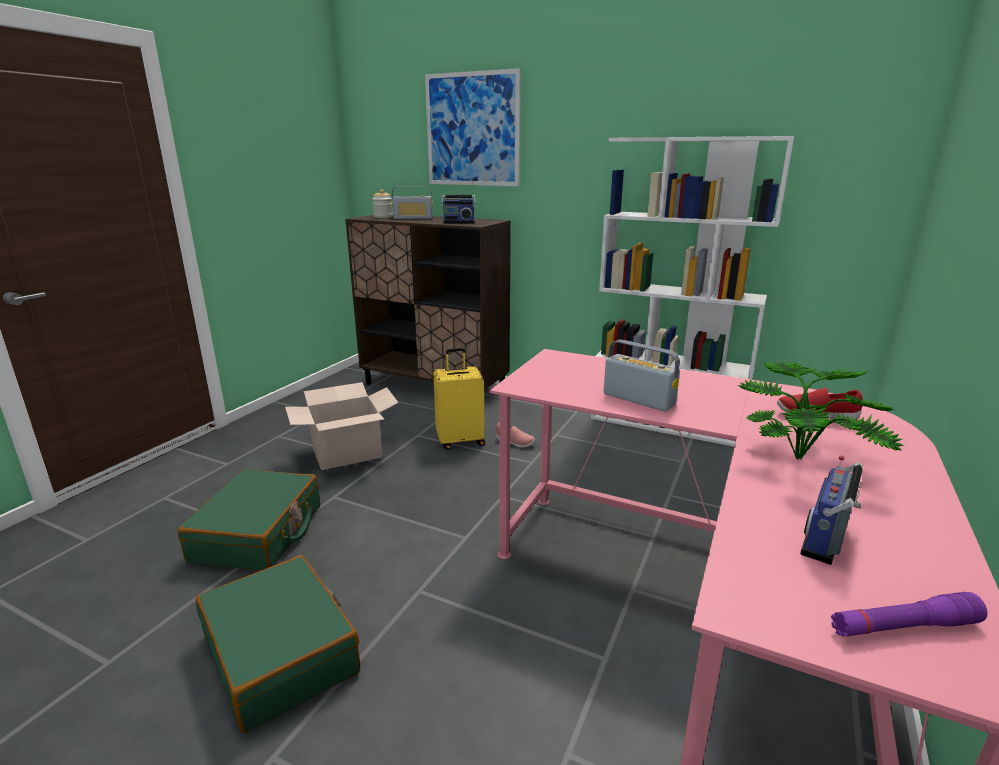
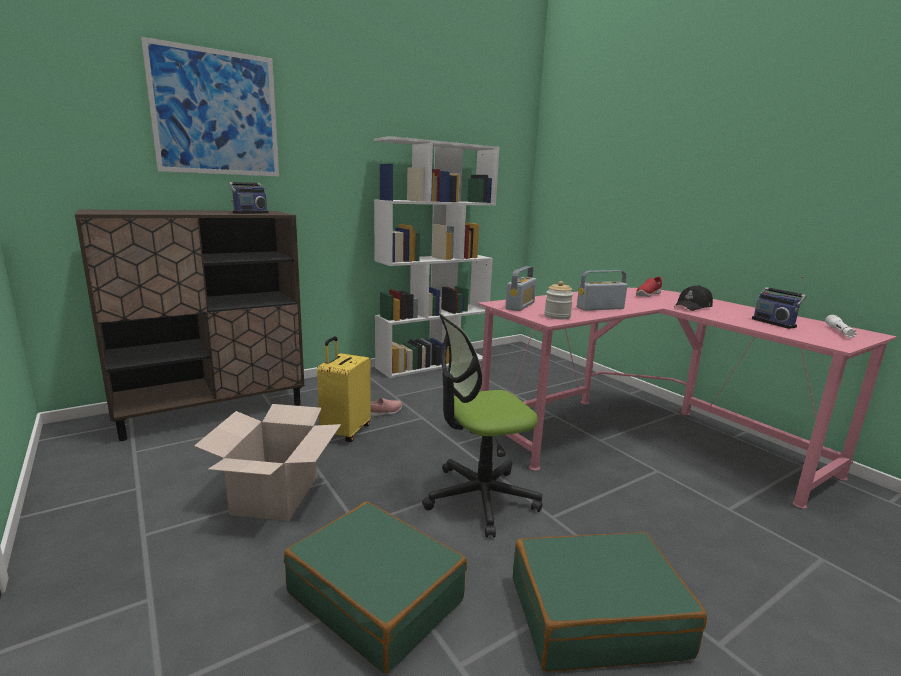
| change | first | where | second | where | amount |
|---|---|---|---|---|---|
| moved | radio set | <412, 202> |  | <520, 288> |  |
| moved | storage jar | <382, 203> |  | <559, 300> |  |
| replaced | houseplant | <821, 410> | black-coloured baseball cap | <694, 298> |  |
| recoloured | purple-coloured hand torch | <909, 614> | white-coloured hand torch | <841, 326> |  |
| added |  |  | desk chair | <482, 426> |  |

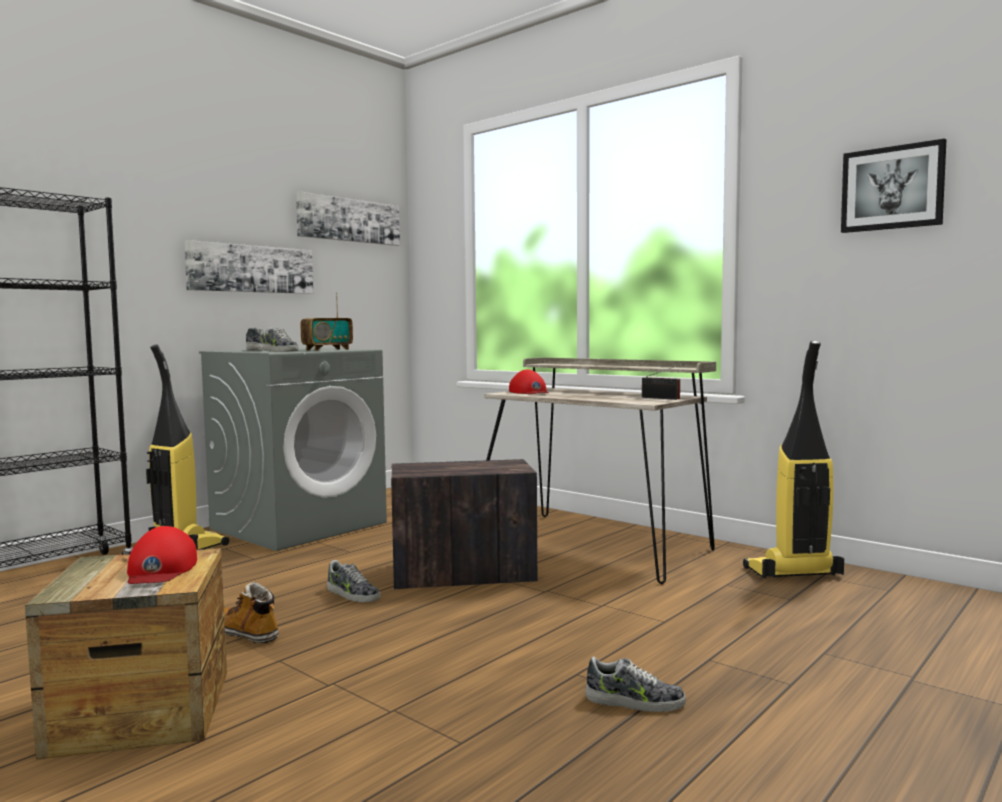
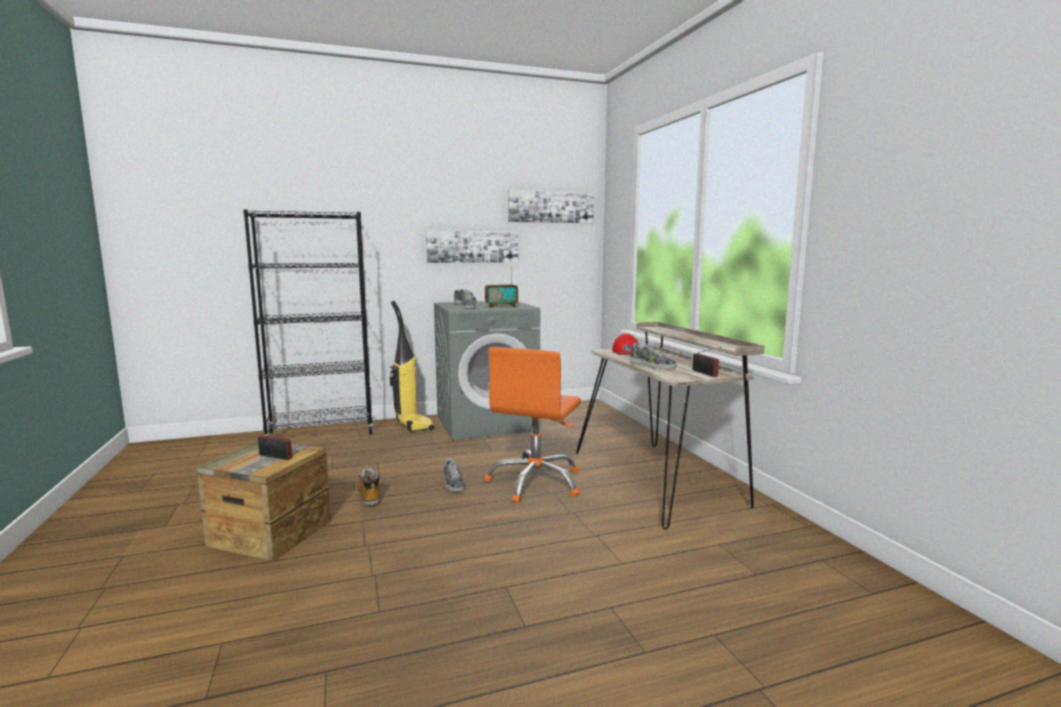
| change | first | where | second | where | amount |
|---|---|---|---|---|---|
| removed | wall art | <893, 186> |  |  |  |
| removed | vacuum | <793, 459> |  |  |  |
| replaced | crate | <464, 524> | orangey desk chair | <532, 425> |  |
| replaced | red-coloured baseball cap | <162, 555> | radio set | <275, 443> |  |
| moved | shoe | <635, 684> |  | <653, 356> |  |

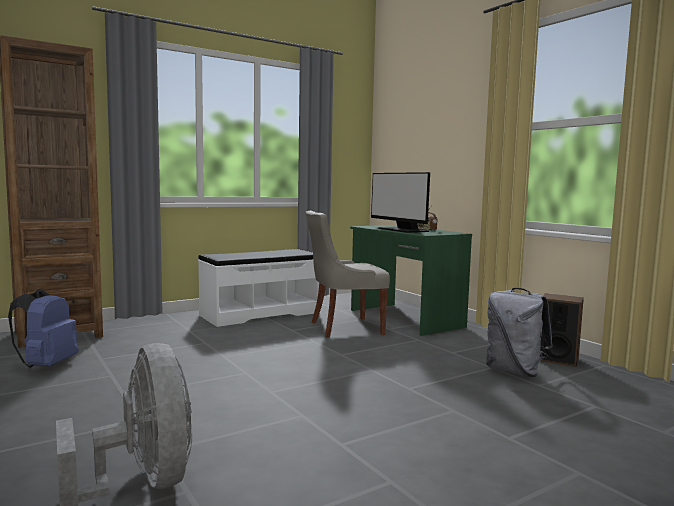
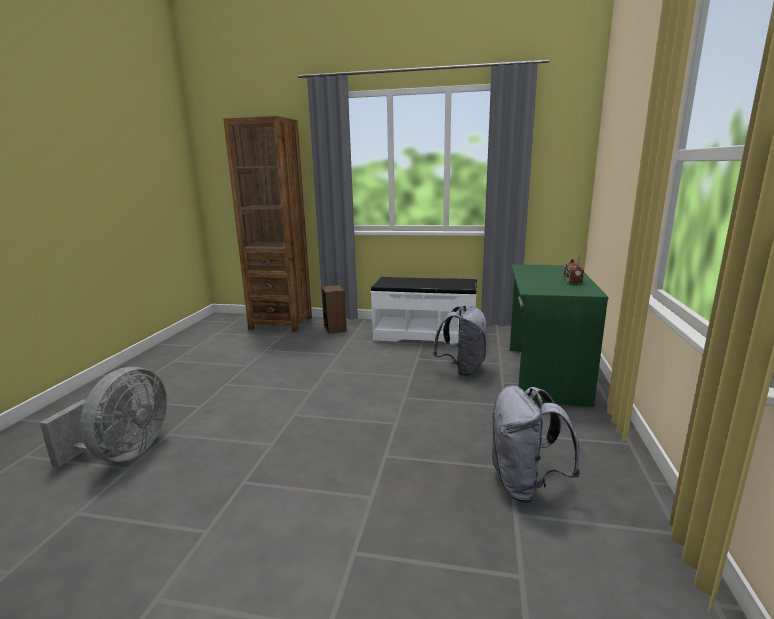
| change | first | where | second | where | amount |
|---|---|---|---|---|---|
| removed | computer display | <400, 202> |  |  |  |
| replaced | gray chair | <348, 274> | gray knapsack | <460, 341> |  |
| removed | blue-coloured knapsack | <43, 328> |  |  |  |
| moved | audio speaker | <562, 330> |  | <334, 309> |  |

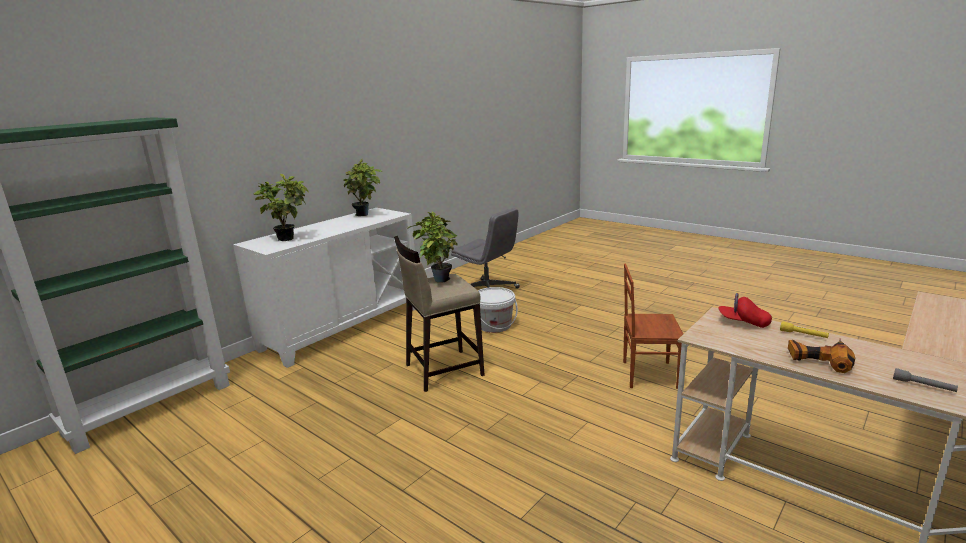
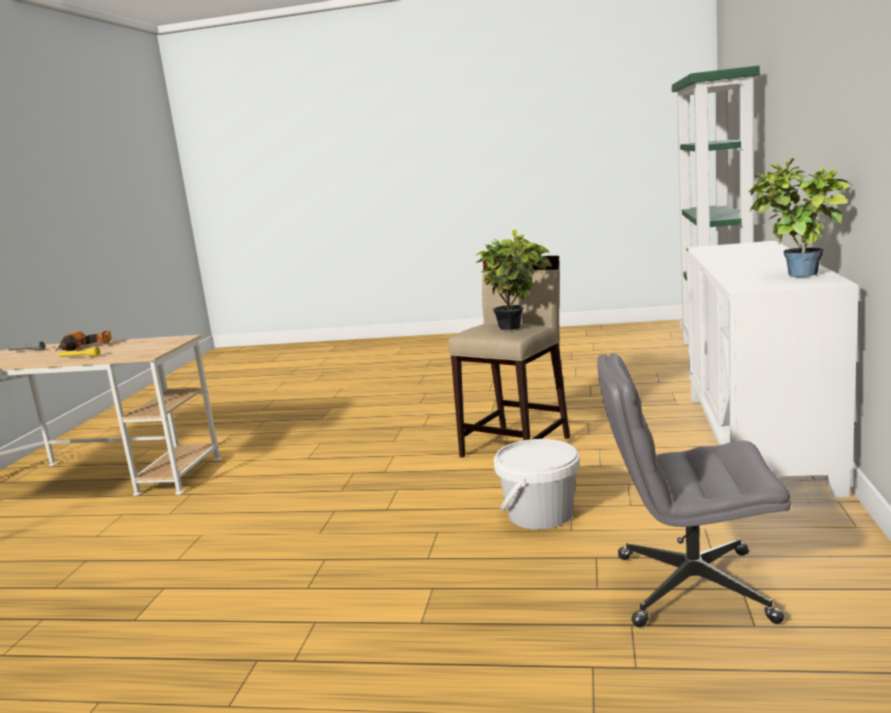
| change | first | where | second | where | amount |
|---|---|---|---|---|---|
| removed | houseplant | <281, 207> |  |  |  |
| removed | brown-coloured chair | <653, 326> |  |  |  |
| removed | red-coloured baseball cap | <745, 310> |  |  |  |

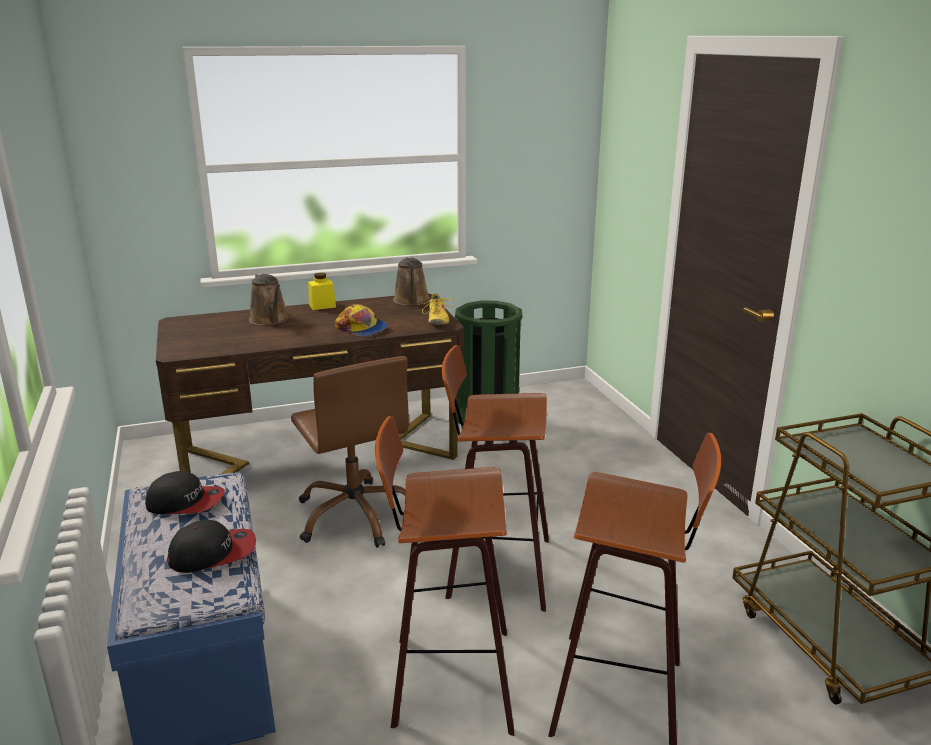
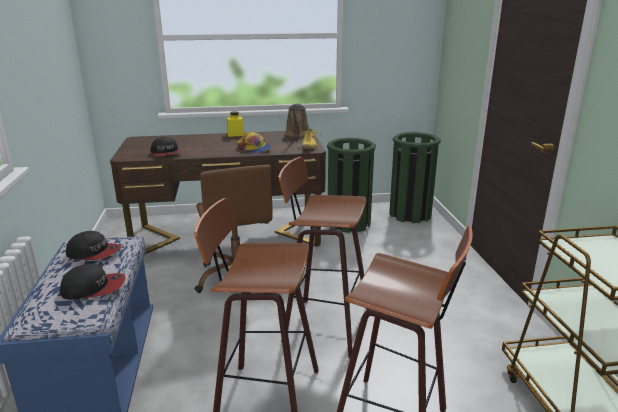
| change | first | where | second | where | amount |
|---|---|---|---|---|---|
| removed | brown-coloured watering pot | <269, 299> |  |  |  |
| added |  |  | green-coloured waste bin | <415, 177> |  |
| added |  |  | baseball cap | <165, 146> |  |

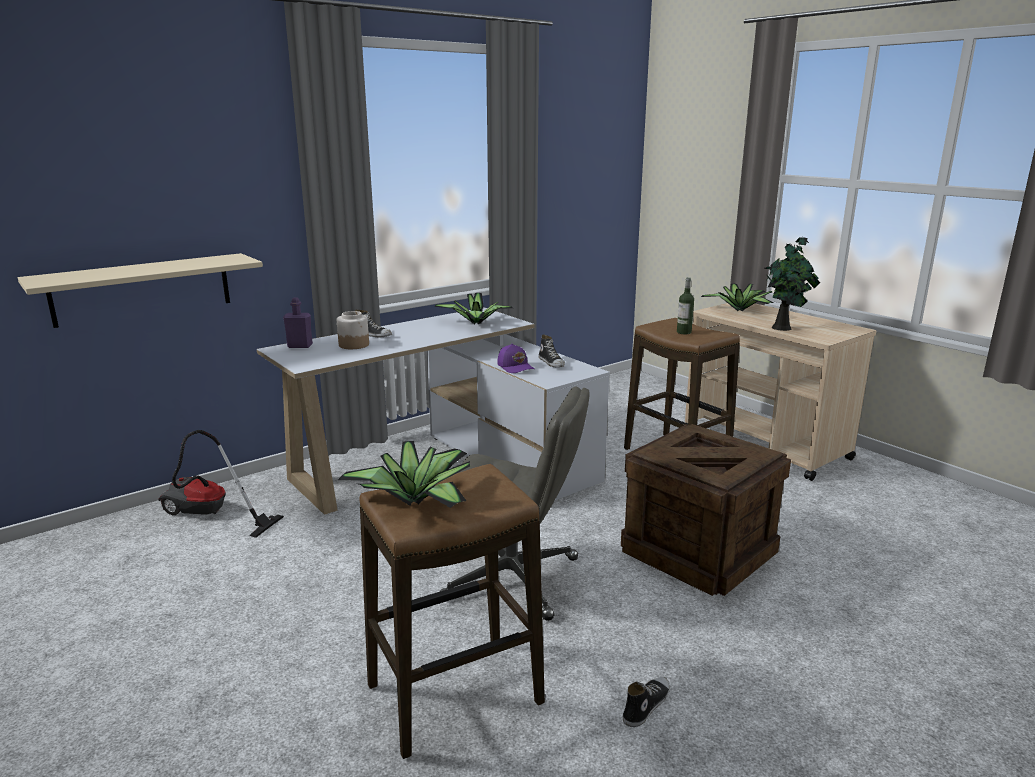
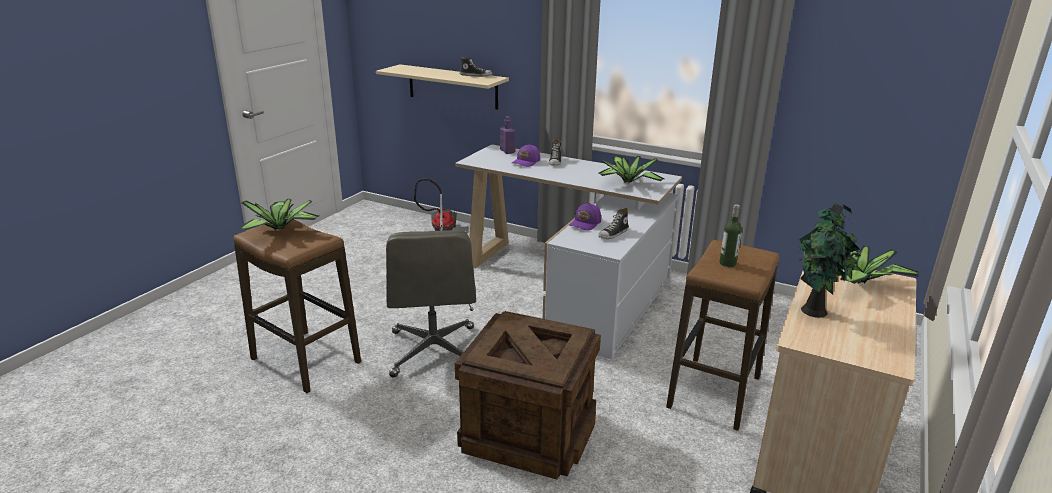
| change | first | where | second | where | amount |
|---|---|---|---|---|---|
| replaced | storage jar | <353, 330> | purple-coloured baseball cap | <526, 155> |  |
| moved | shoe | <646, 702> |  | <476, 67> |  |

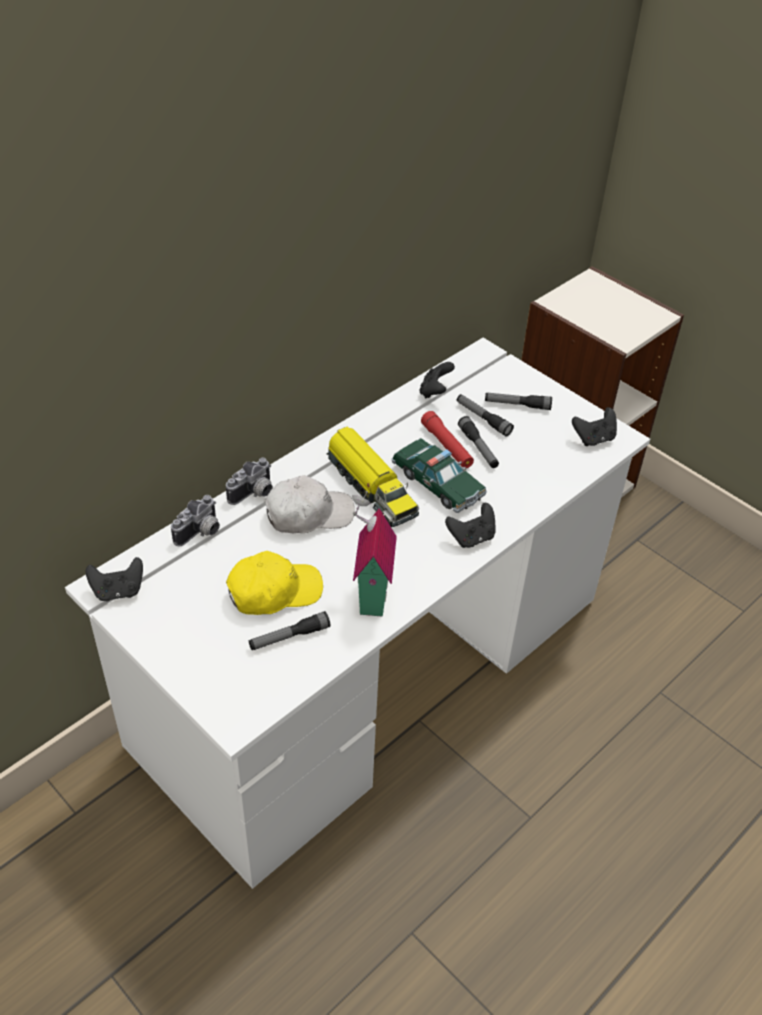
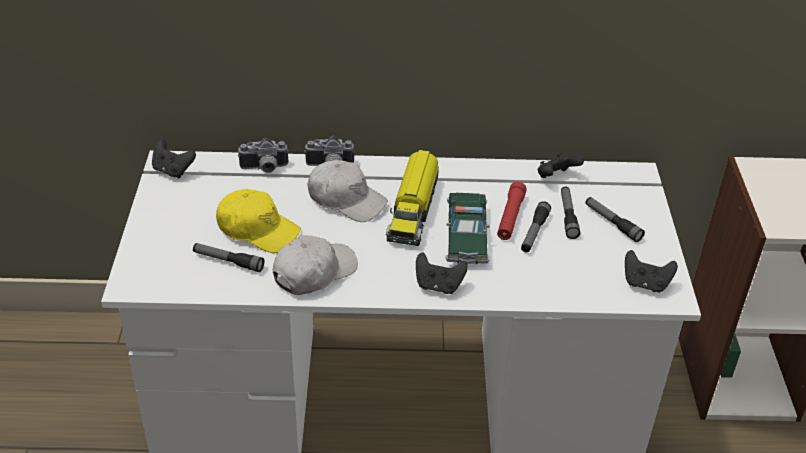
| change | first | where | second | where | amount |
|---|---|---|---|---|---|
| replaced | miniature house | <374, 554> | white-coloured baseball cap | <315, 265> |  |

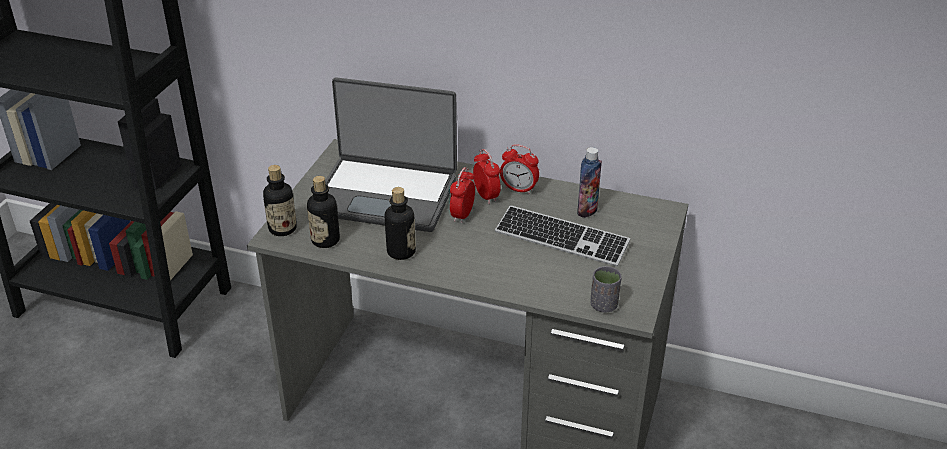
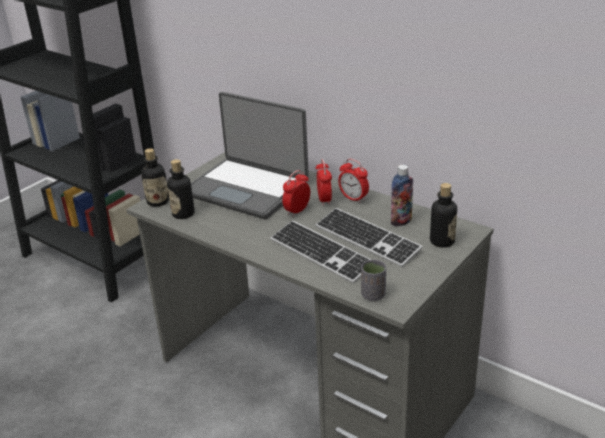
| change | first | where | second | where | amount |
|---|---|---|---|---|---|
| moved | drink bottle | <400, 223> |  | <443, 215> |  |
| added |  |  | PC keyboard | <321, 251> |  |

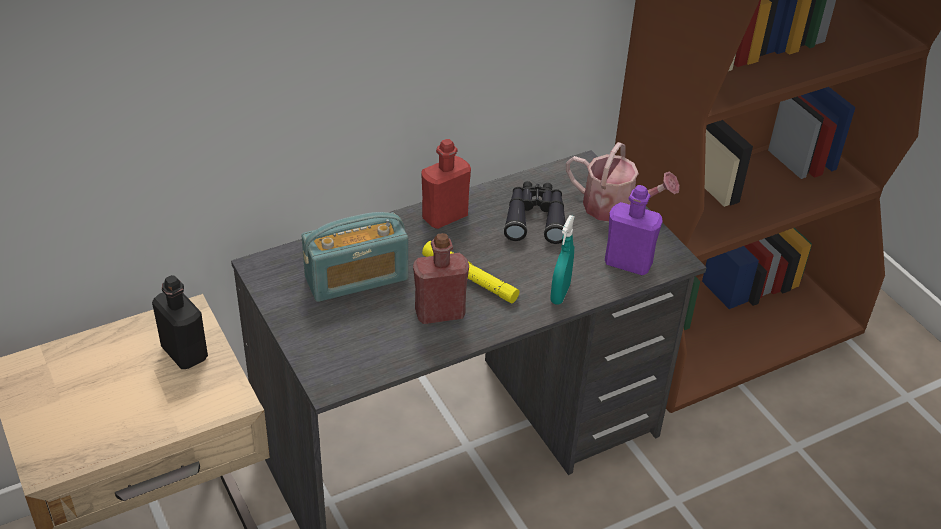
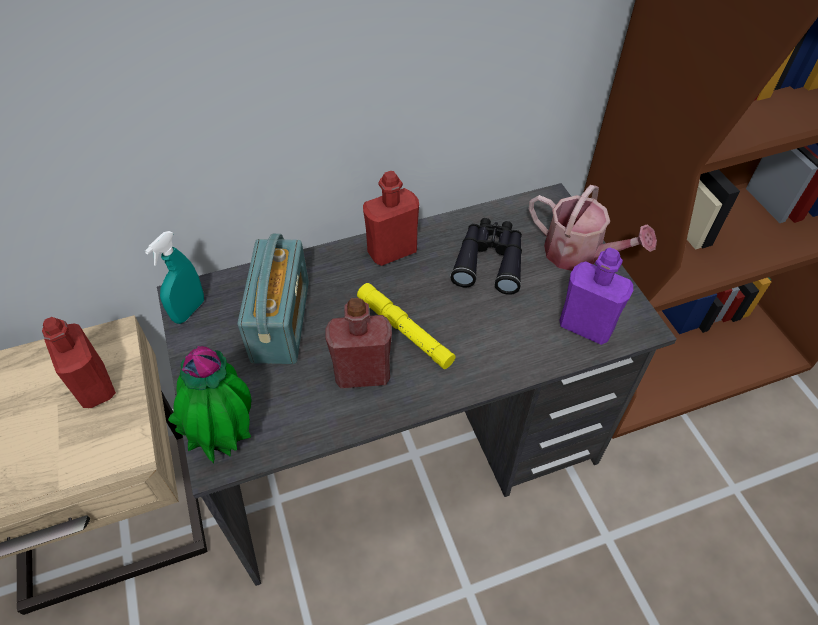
| change | first | where | second | where | amount |
|---|---|---|---|---|---|
| turned | radio set | <354, 257> |  | <273, 299> | 75 degrees counterclockwise |
| moved | turquoise spray bottle | <562, 260> |  | <174, 277> |  |
| recoloured | black-coloured drink bottle | <180, 322> | red-coloured drink bottle | <79, 362> |  |
| added |  |  | houseplant | <209, 405> |  |

